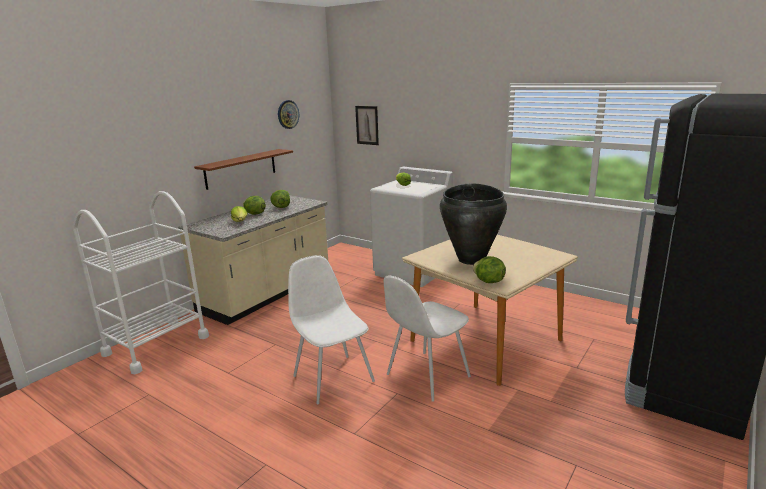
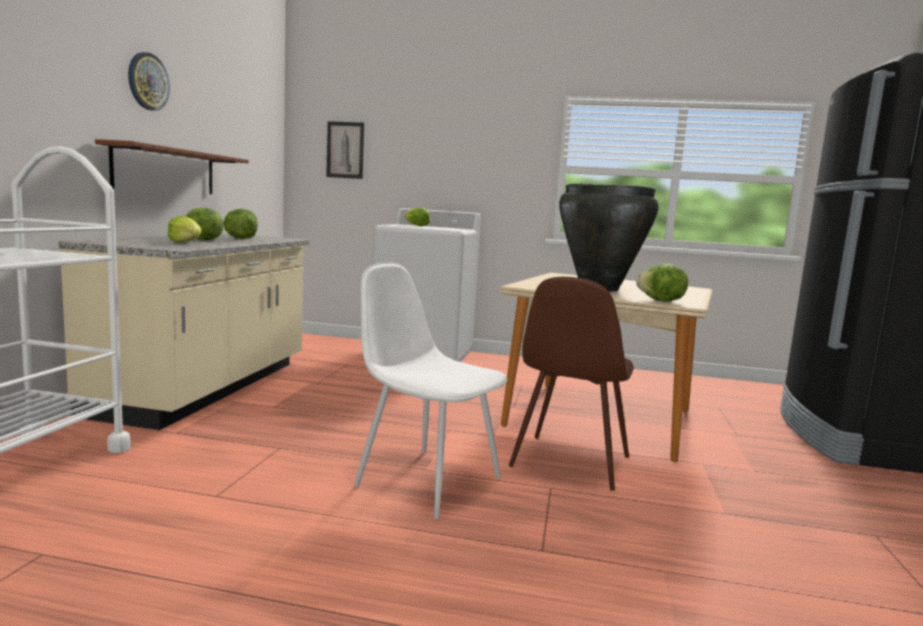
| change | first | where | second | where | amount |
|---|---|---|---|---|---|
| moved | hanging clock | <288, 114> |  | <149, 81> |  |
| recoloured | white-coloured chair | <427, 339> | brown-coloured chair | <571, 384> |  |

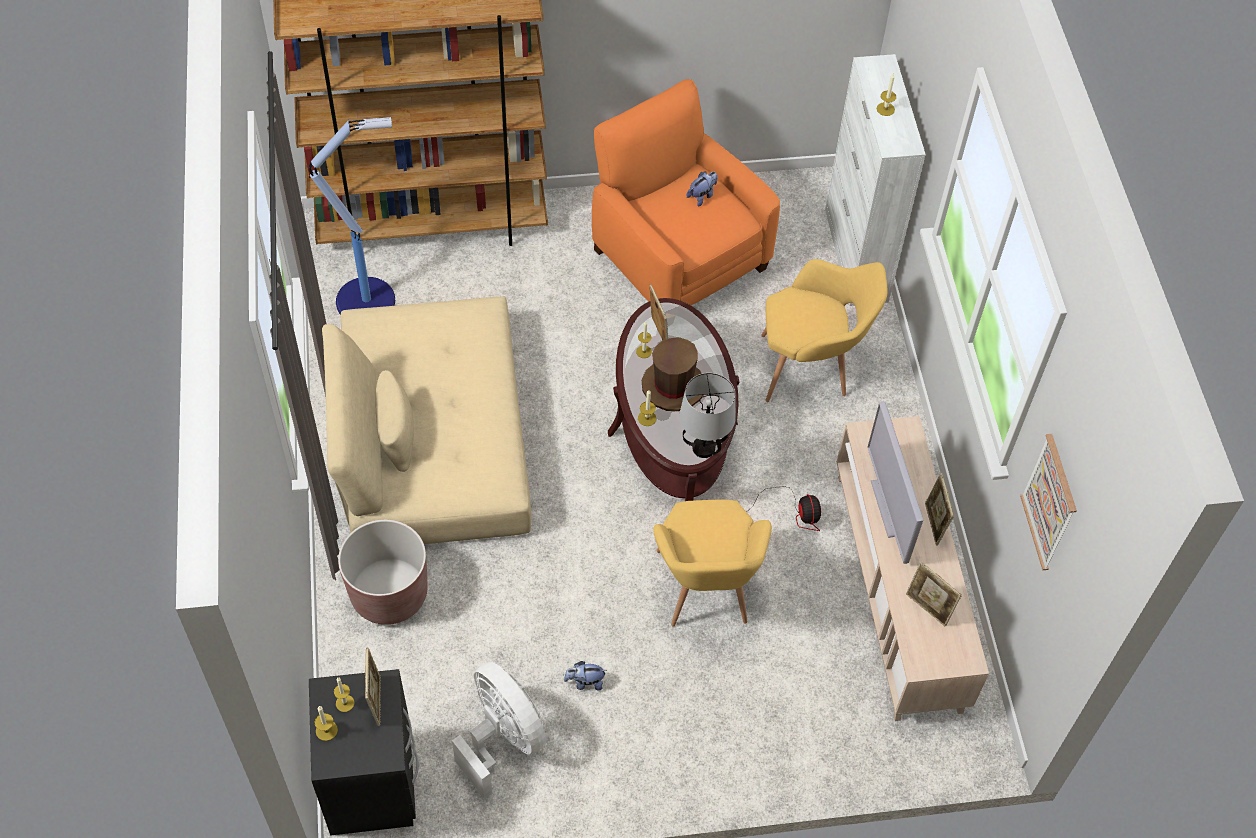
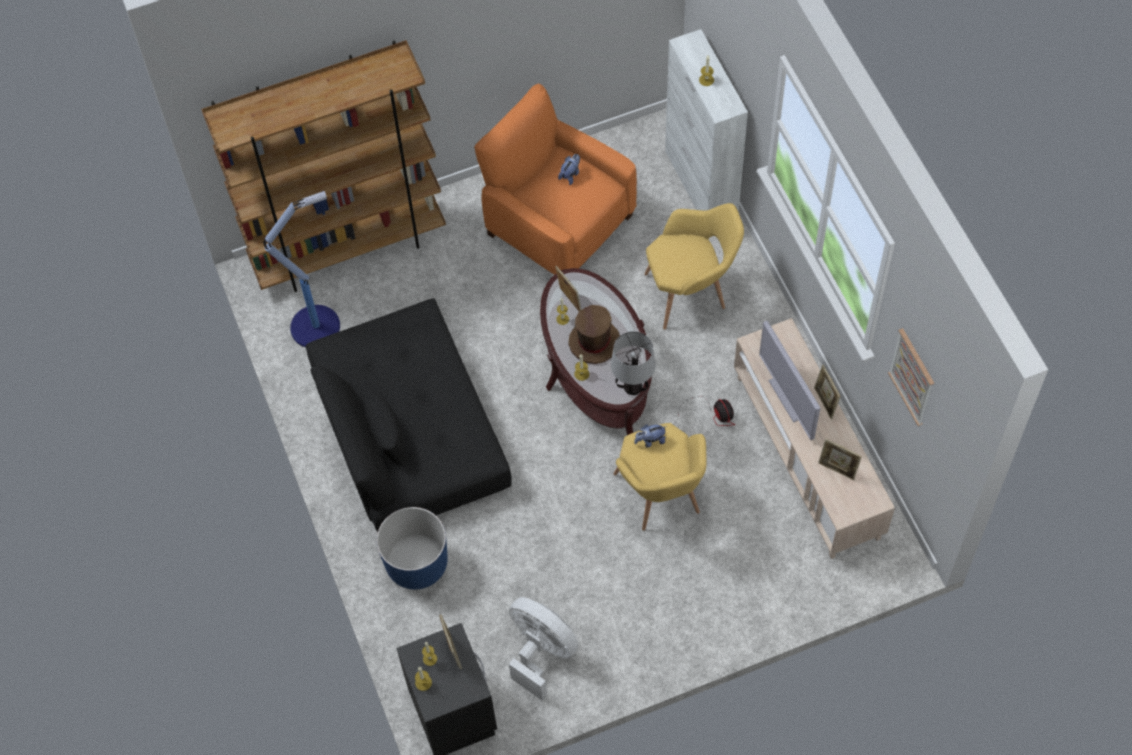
| change | first | where | second | where | amount |
|---|---|---|---|---|---|
| recoloured | beige-coloured sofa | <426, 420> | black-coloured sofa | <409, 415> |  |
| recoloured | brown-coloured planter | <383, 572> | blue-coloured planter | <412, 548> |  |
| moved | cuddly toy | <585, 675> |  | <650, 435> |  |

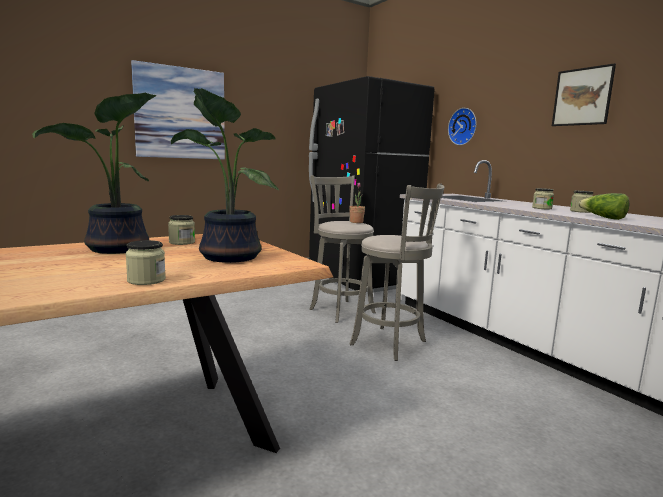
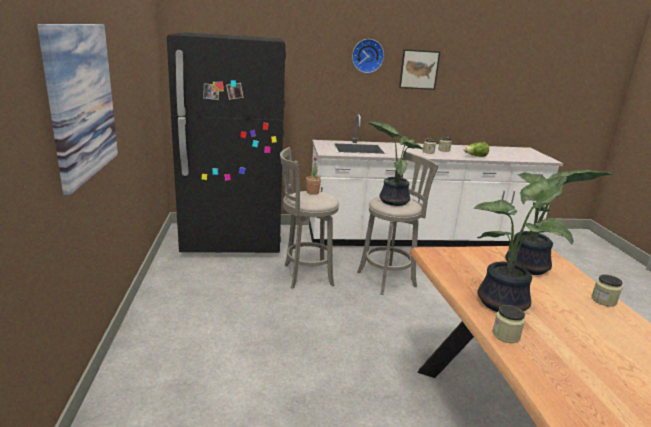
| change | first | where | second | where | amount |
|---|---|---|---|---|---|
| moved | hanging clock | <462, 126> |  | <368, 56> |  |
| moved | storage jar | <181, 230> |  | <509, 324> |  |
| added |  |  | houseplant | <396, 163> |  |

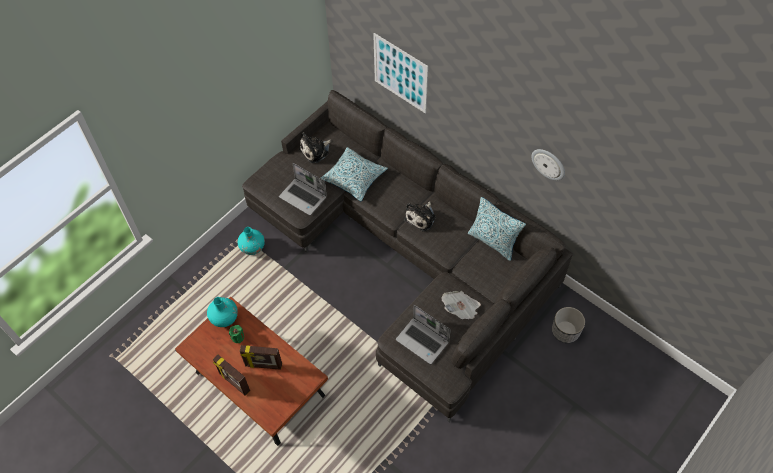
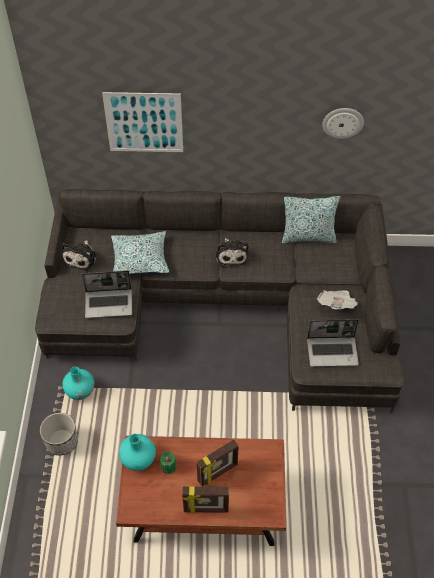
| change | first | where | second | where | amount |
|---|---|---|---|---|---|
| moved | planter | <568, 325> |  | <59, 434> |  |

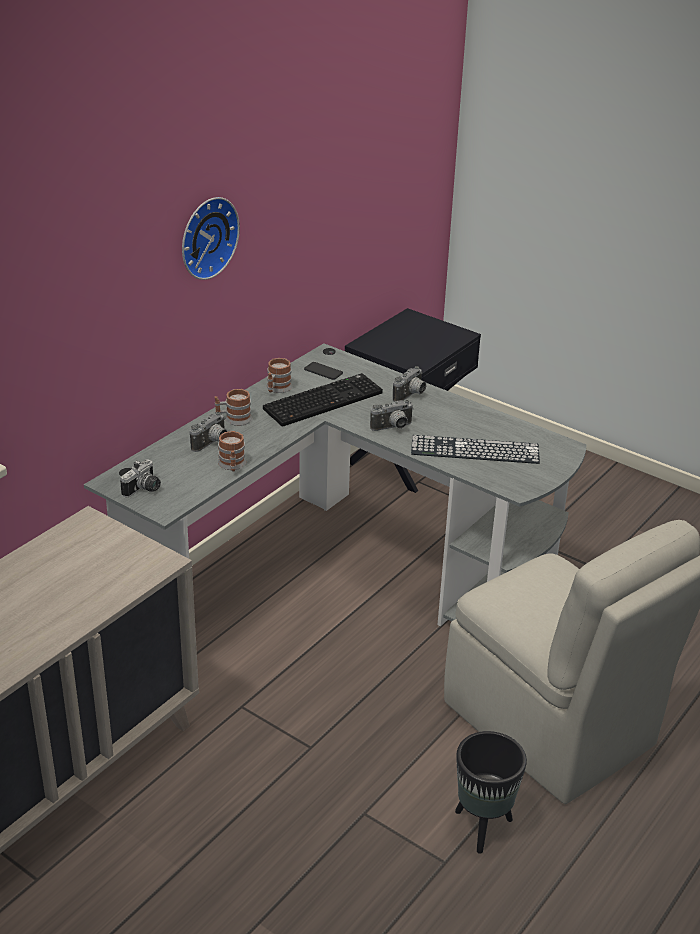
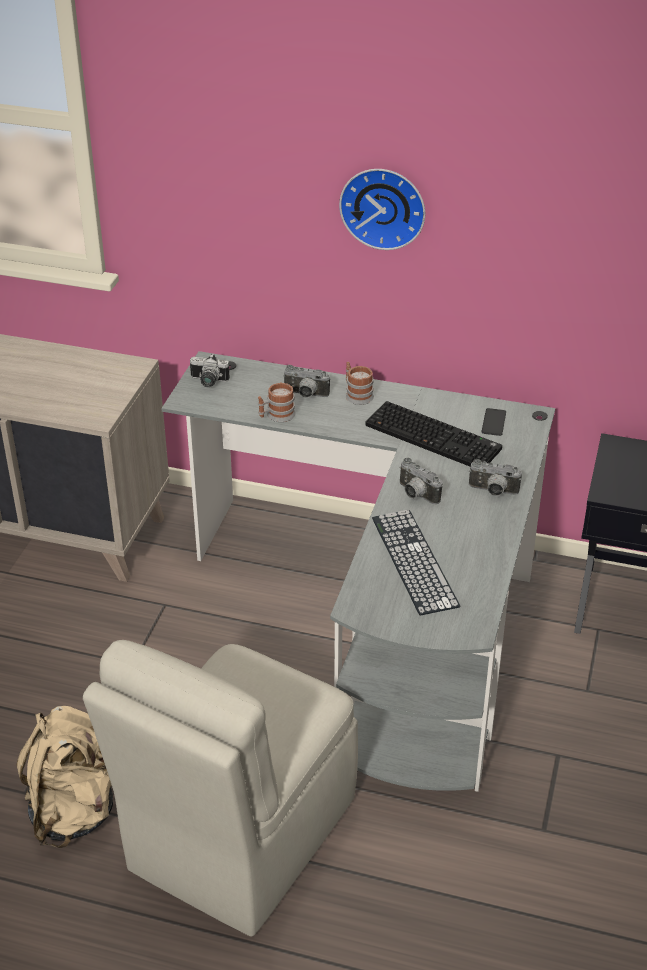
| change | first | where | second | where | amount |
|---|---|---|---|---|---|
| removed | mug | <279, 375> |  |  |  |
| replaced | black-coloured planter | <491, 792> | beige-coloured knapsack | <65, 777> |  |

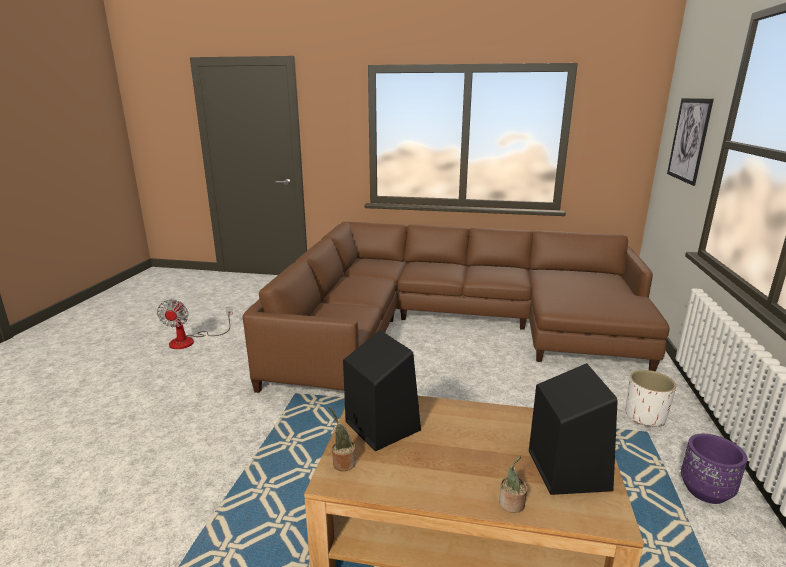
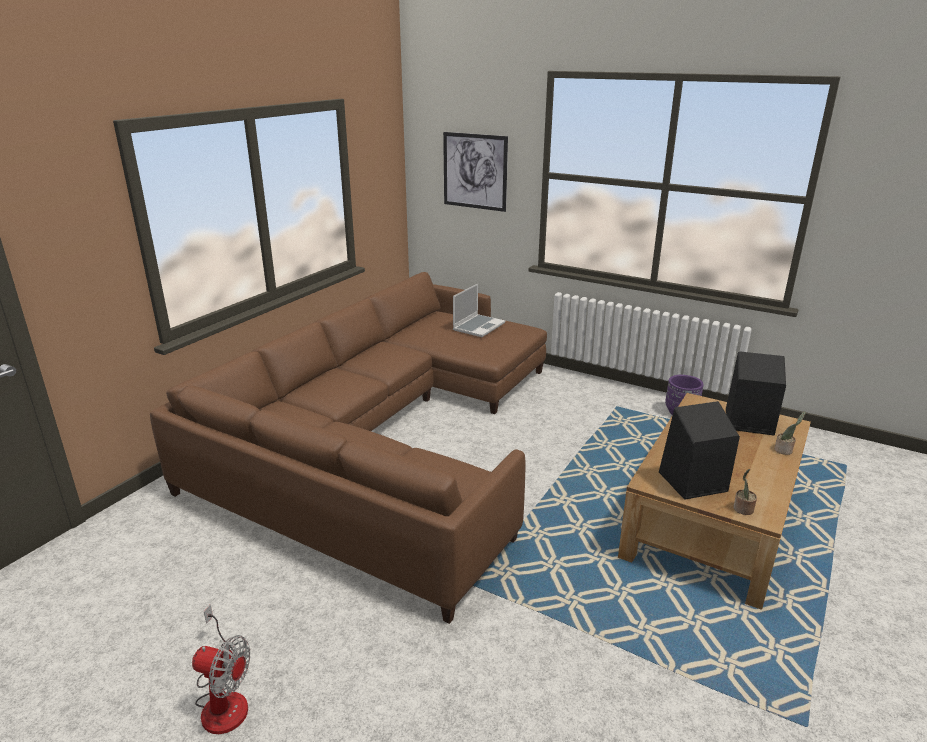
| change | first | where | second | where | amount |
|---|---|---|---|---|---|
| removed | white-coloured planter | <650, 398> |  |  |  |
| added |  |  | notebook computer | <479, 310> |  |

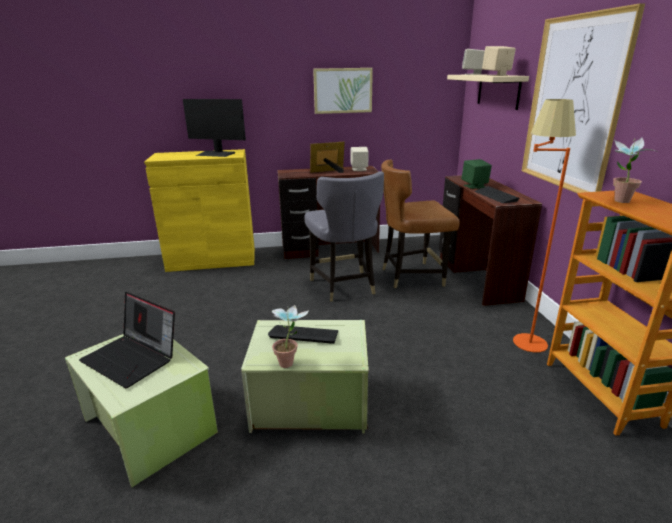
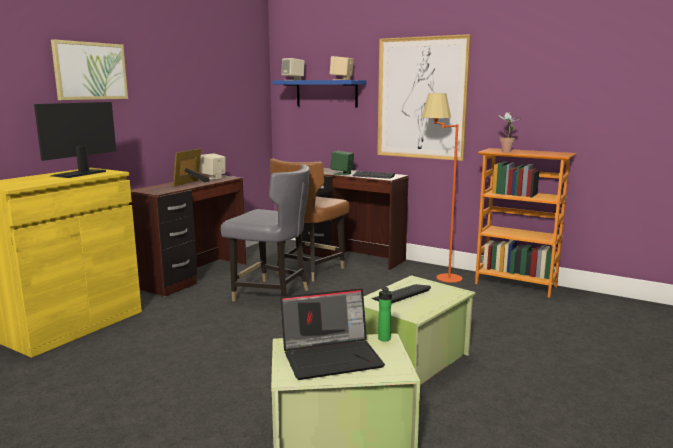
| change | first | where | second | where | amount |
|---|---|---|---|---|---|
| moved | wall art | <343, 91> |  | <89, 69> |  |
| recoloured | beige-coloured bracket shelf | <488, 92> | blue-coloured bracket shelf | <319, 94> |  |
| turned | computer display | <214, 128> |  | <75, 140> | 150 degrees clockwise |
| removed | houseplant | <290, 336> |  |  |  |
| added |  |  | drink bottle | <385, 314> |  |

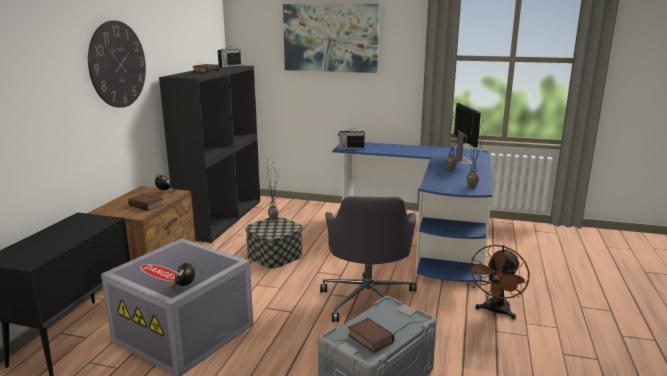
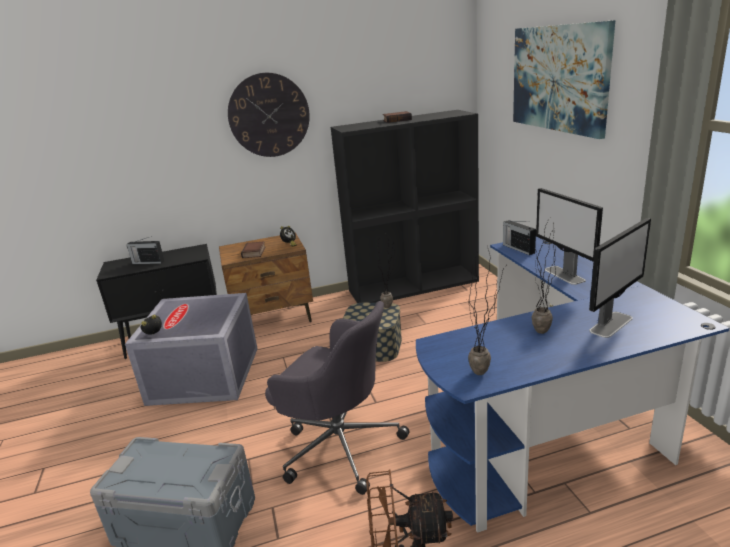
| change | first | where | second | where | amount |
|---|---|---|---|---|---|
| moved | radio set | <229, 56> |  | <145, 250> |  |
| turned | gray desk chair | <368, 259> |  | <337, 398> | 120 degrees counterclockwise |
| removed | bound book | <371, 335> |  |  |  |
| added |  |  | computer display | <569, 236> |  |

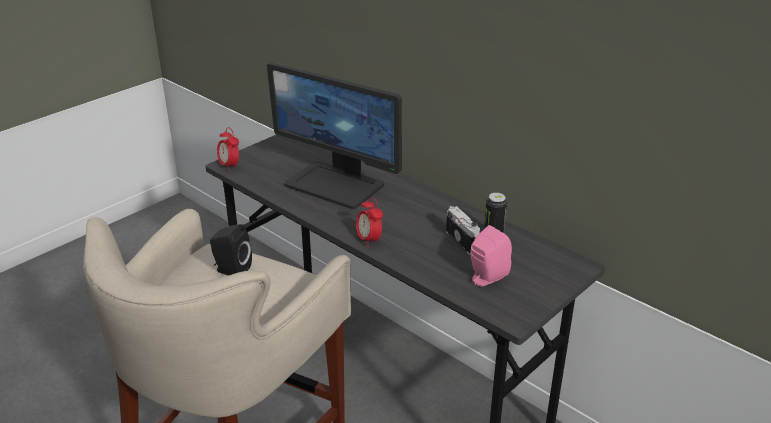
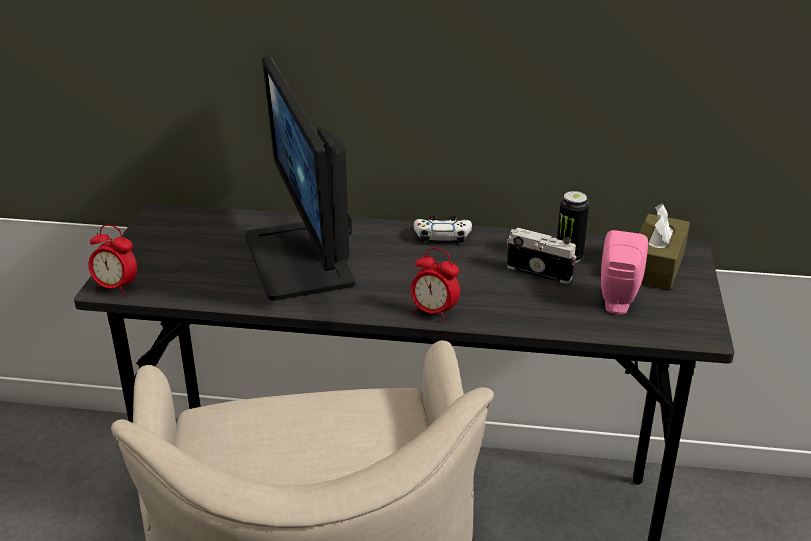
| change | first | where | second | where | amount |
|---|---|---|---|---|---|
| turned | computer display | <334, 135> |  | <300, 178> | 75 degrees clockwise |
| removed | black-coloured audio speaker | <231, 249> |  |  |  |
| added |  |  | brown-coloured tissue box | <664, 247> |  |
| added |  |  | white-coloured gamepad | <443, 229> |  |

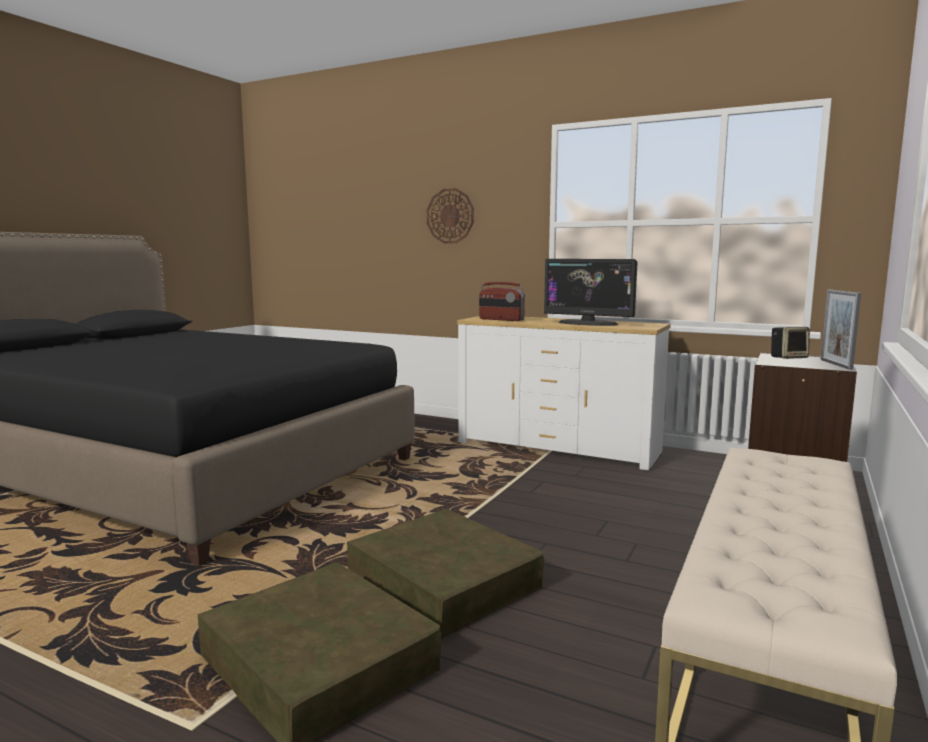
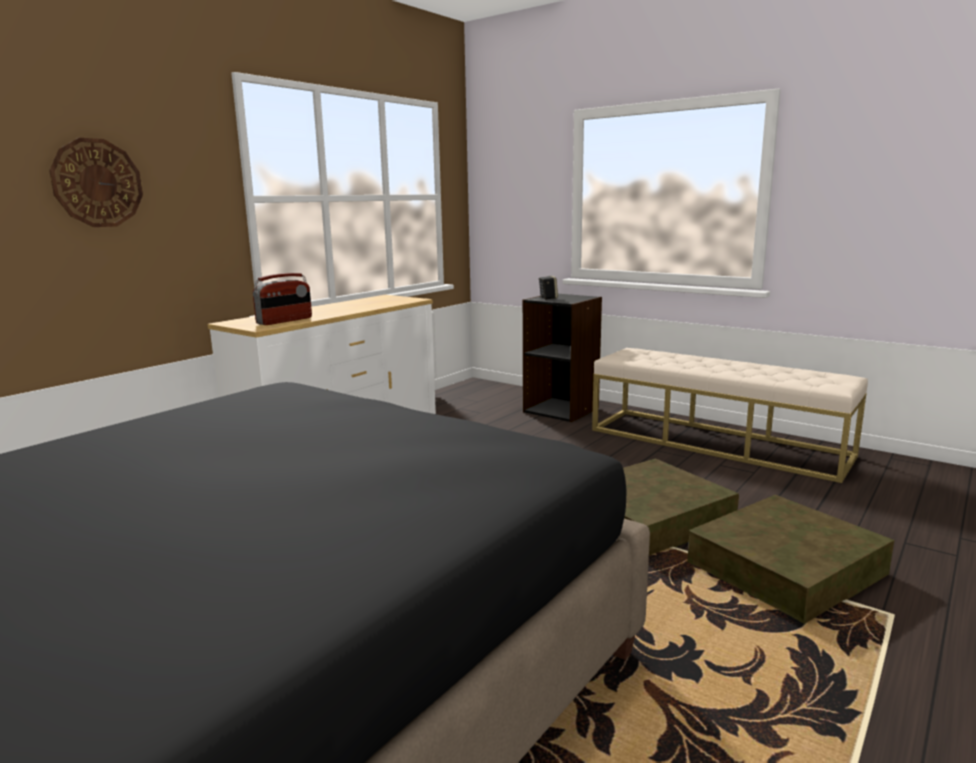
| change | first | where | second | where | amount |
|---|---|---|---|---|---|
| removed | computer display | <591, 292> |  |  |  |
| removed | standing frame | <841, 330> |  |  |  |

